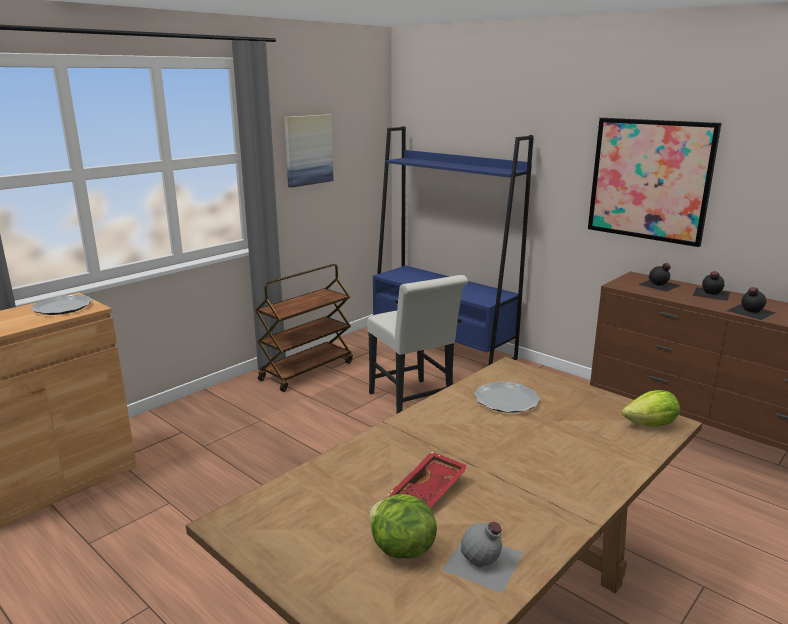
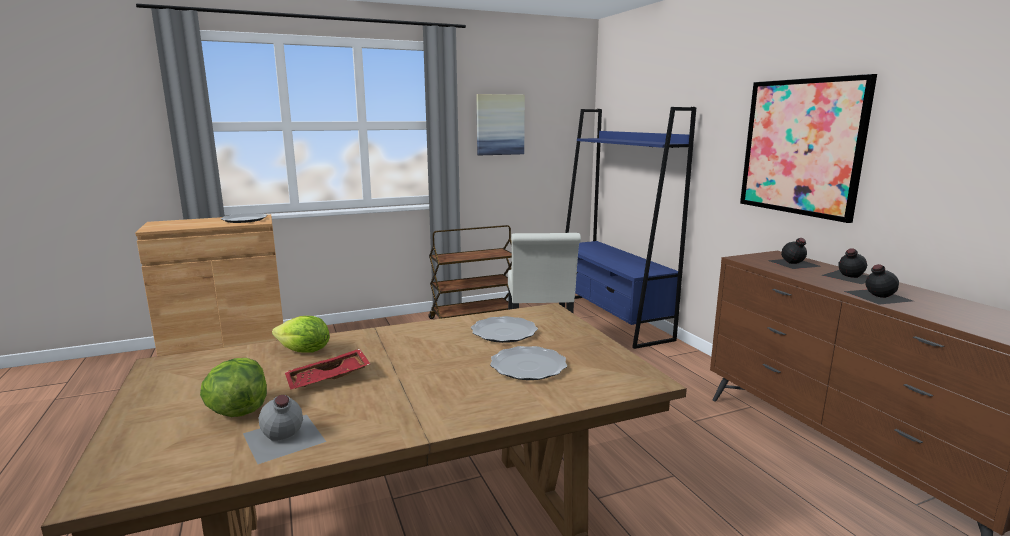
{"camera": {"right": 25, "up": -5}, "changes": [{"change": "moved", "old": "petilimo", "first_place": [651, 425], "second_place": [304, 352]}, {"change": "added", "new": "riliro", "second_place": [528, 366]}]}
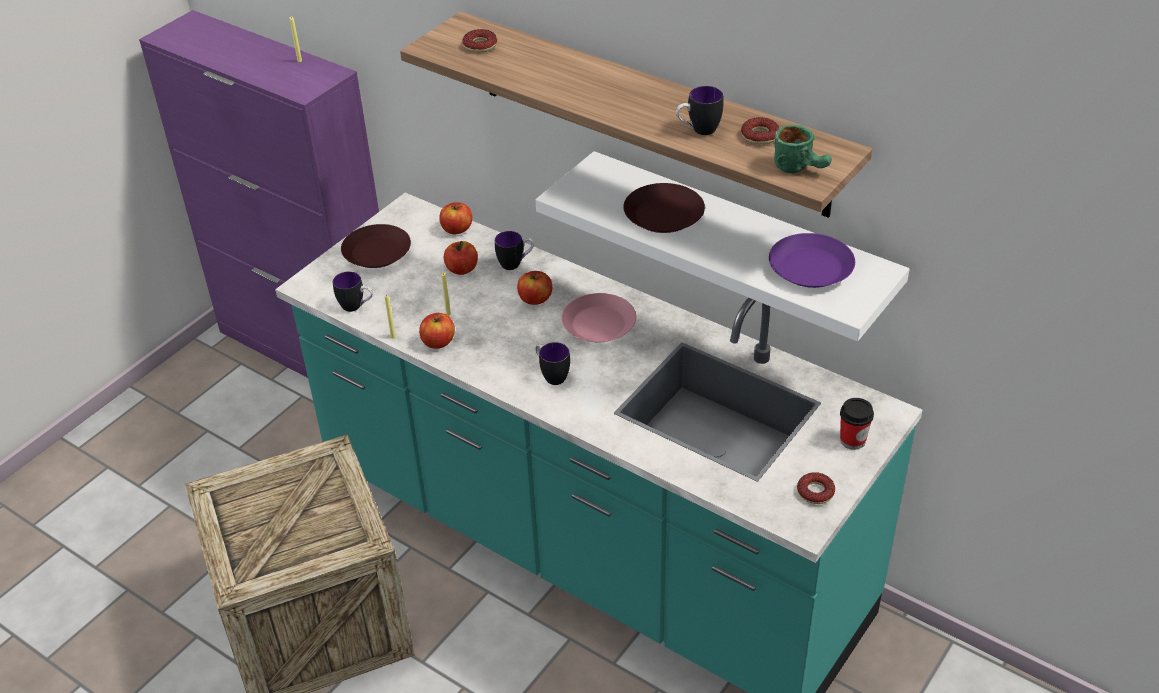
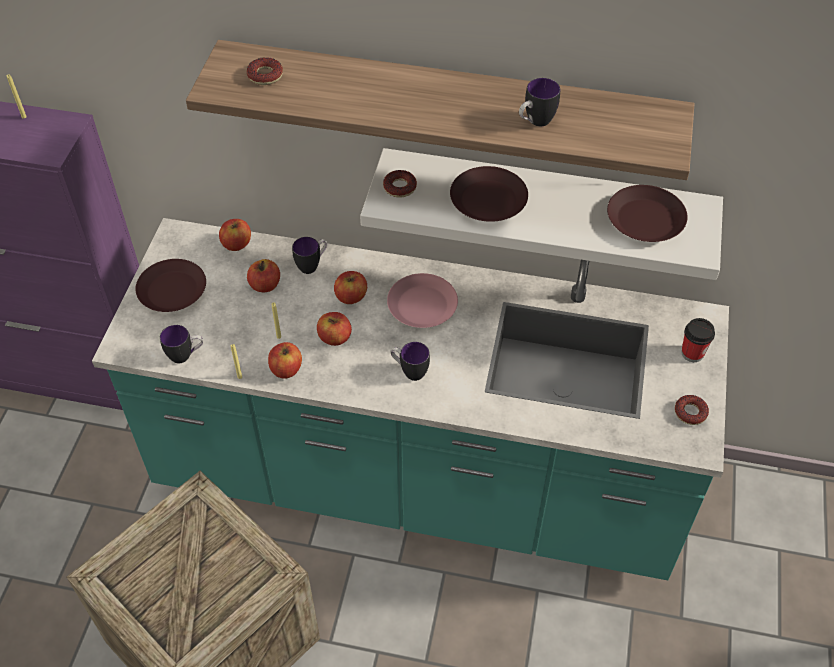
{"camera": {"right": -25, "up": 10}, "changes": [{"change": "moved", "old": "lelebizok", "first_place": [760, 136], "second_place": [399, 187]}, {"change": "removed", "old": "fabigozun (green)", "first_place": [802, 168]}, {"change": "recoloured", "old": "riliro (purple)", "new": "riliro (brown)", "first_place": [811, 267], "second_place": [645, 219]}, {"change": "added", "new": "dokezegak", "second_place": [335, 337]}]}
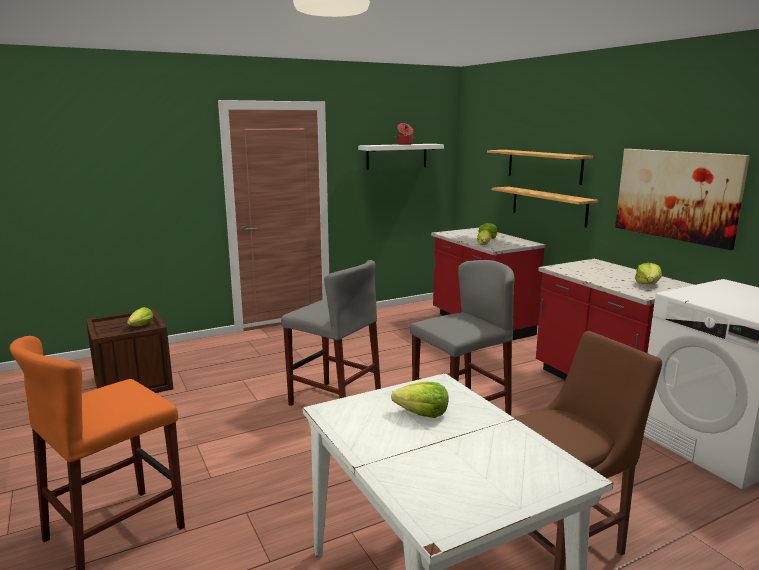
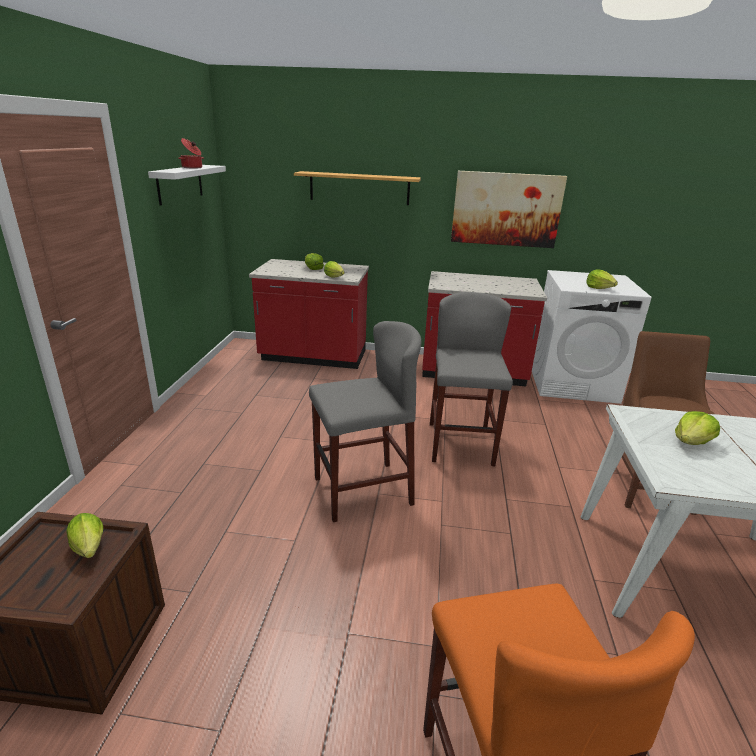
{"camera": {"right": -55, "up": 10}, "changes": [{"change": "removed", "old": "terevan", "first_place": [548, 206]}, {"change": "moved", "old": "petilimo", "first_place": [647, 284], "second_place": [599, 288]}]}
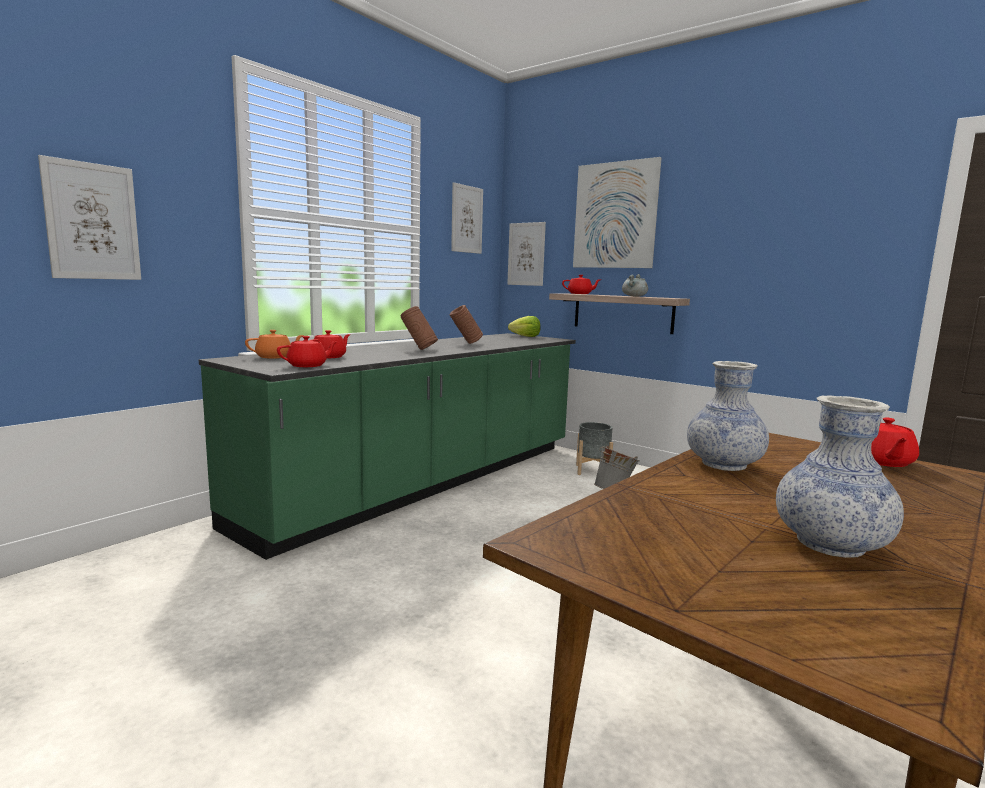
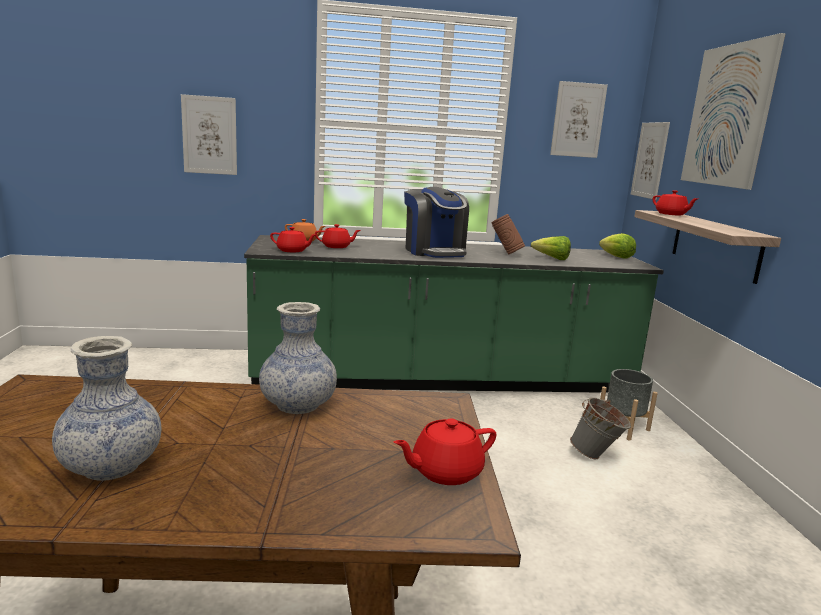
{"camera": {"right": 45, "up": 5}, "changes": [{"change": "removed", "old": "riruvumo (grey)", "first_place": [634, 296]}, {"change": "replaced", "old": "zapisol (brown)", "new": "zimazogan", "first_place": [419, 349], "second_place": [434, 252]}, {"change": "added", "new": "petilimo", "second_place": [552, 259]}]}
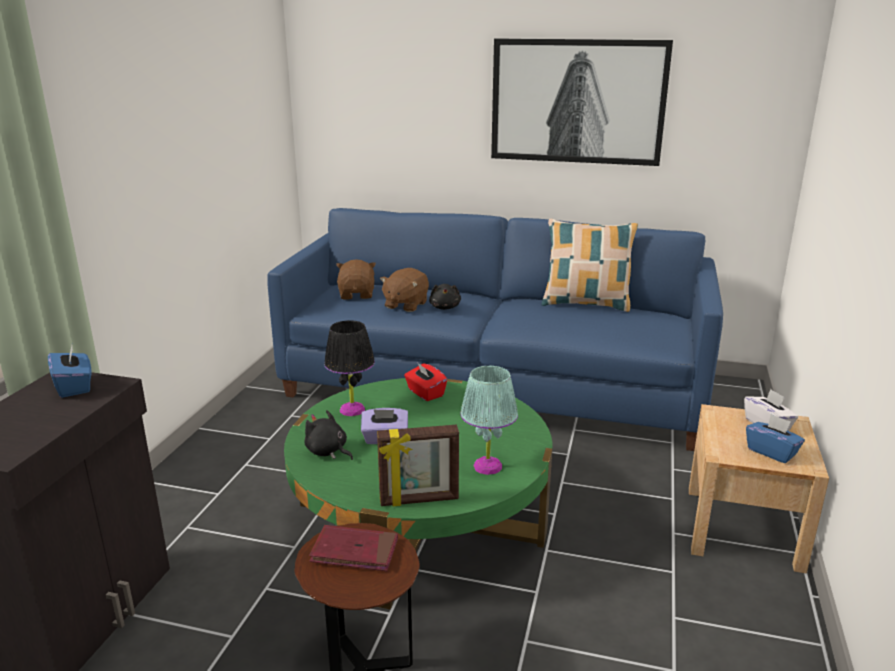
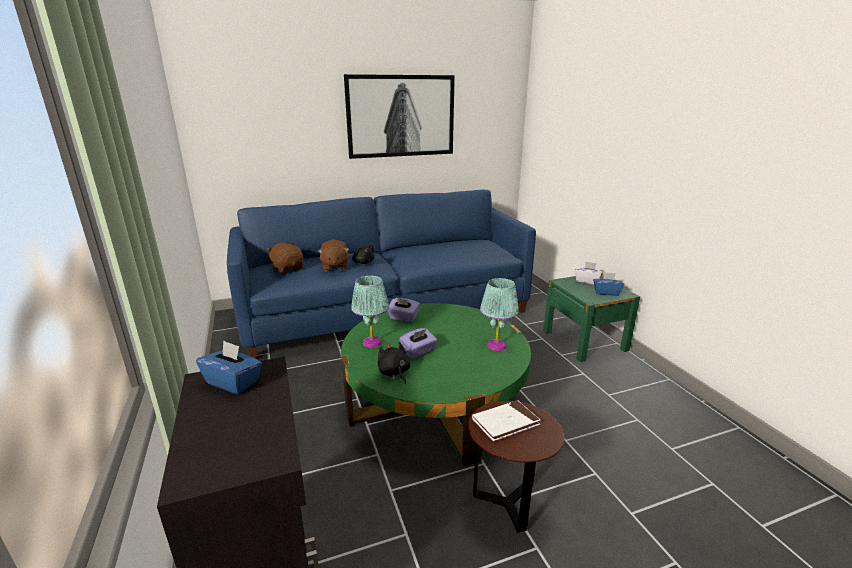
{"camera": {"right": -35, "up": 0}, "changes": [{"change": "removed", "old": "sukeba", "first_place": [586, 304]}, {"change": "recoloured", "old": "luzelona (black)", "new": "luzelona (turquoise)", "first_place": [351, 410], "second_place": [371, 342]}, {"change": "recoloured", "old": "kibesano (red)", "new": "kibesano (purple)", "first_place": [425, 393], "second_place": [403, 318]}, {"change": "recoloured", "old": "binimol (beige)", "new": "binimol (green)", "first_place": [742, 528], "second_place": [584, 340]}, {"change": "turned", "old": "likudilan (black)", "first_place": [328, 451], "second_place": [394, 373], "degrees": 60}, {"change": "removed", "old": "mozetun", "first_place": [419, 500]}, {"change": "recoloured", "old": "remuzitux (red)", "new": "remuzitux (white)", "first_place": [355, 551], "second_place": [505, 422]}]}
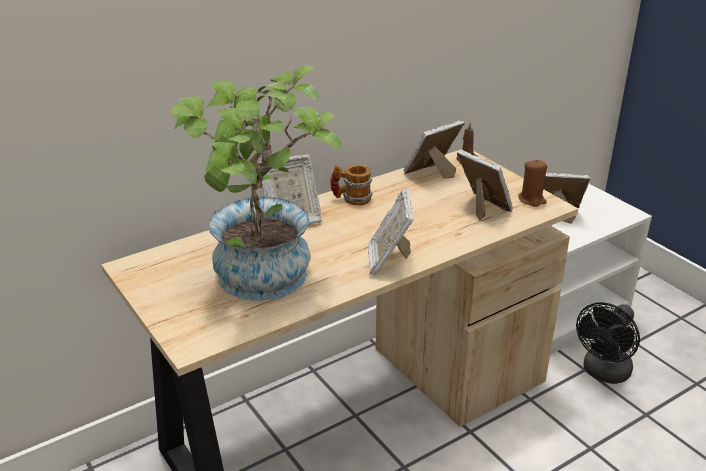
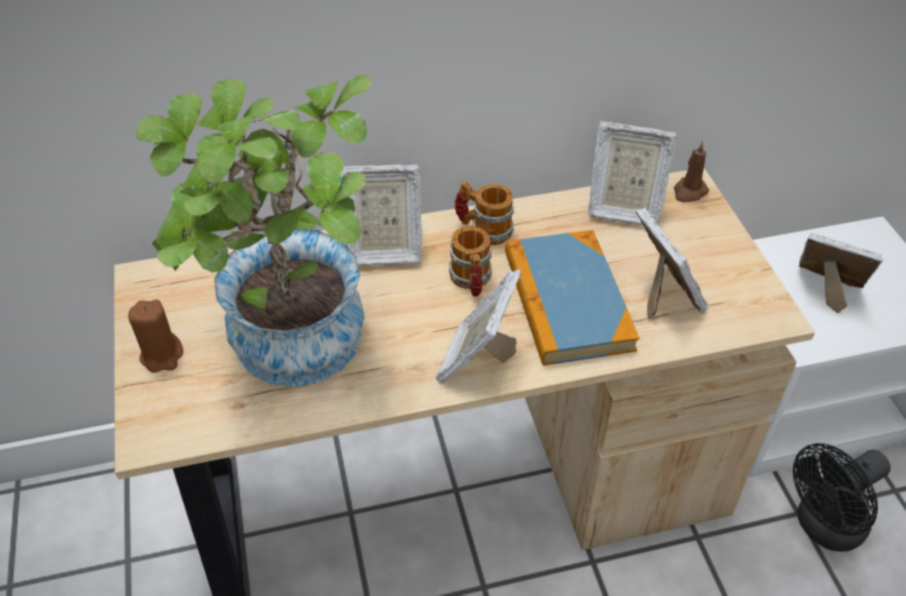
{"camera": {"right": 20, "up": 15}, "changes": [{"change": "turned", "old": "mozetun", "first_place": [431, 174], "second_place": [623, 208], "degrees": -150}, {"change": "moved", "old": "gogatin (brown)", "first_place": [532, 200], "second_place": [162, 356]}, {"change": "added", "new": "fabigozun", "second_place": [471, 282]}, {"change": "added", "new": "remuzitux", "second_place": [567, 301]}]}
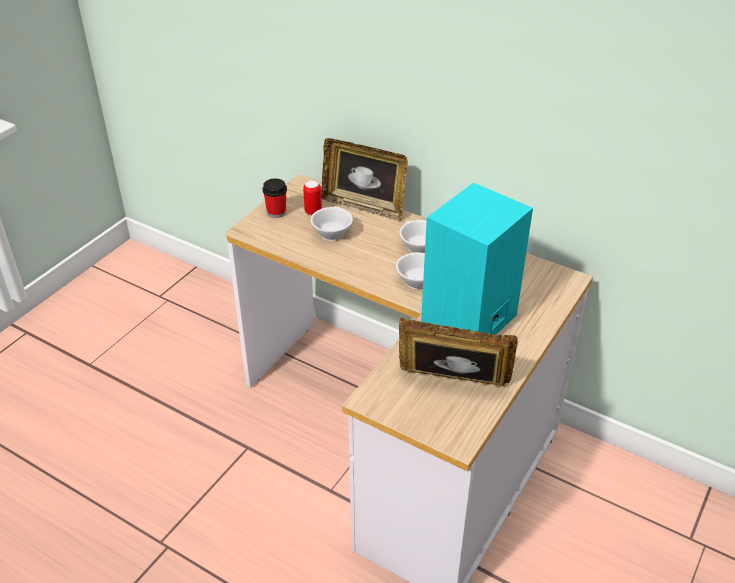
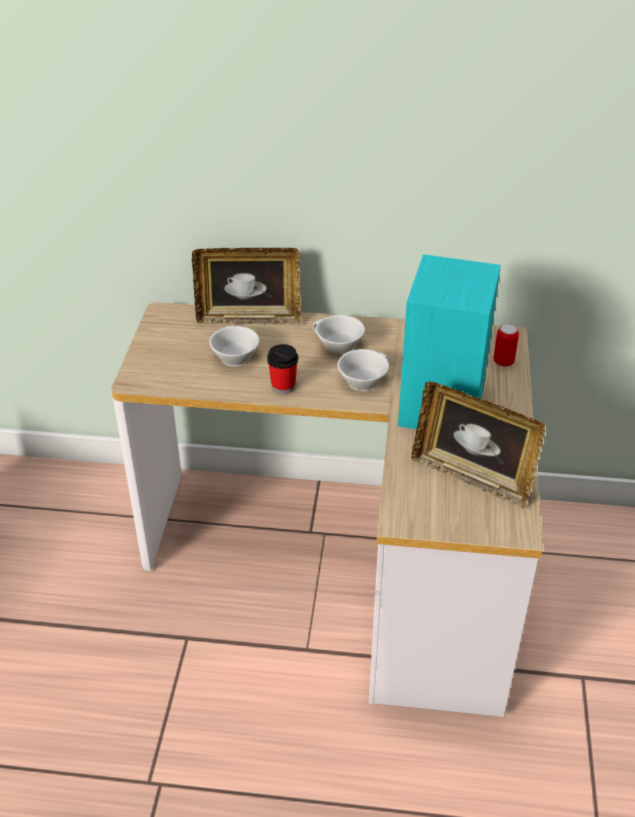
{"camera": {"right": -25, "up": 0}, "changes": [{"change": "moved", "old": "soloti", "first_place": [276, 212], "second_place": [283, 386]}, {"change": "moved", "old": "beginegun", "first_place": [313, 212], "second_place": [503, 362]}, {"change": "turned", "old": "mozetun", "first_place": [452, 384], "second_place": [472, 476], "degrees": -135}]}
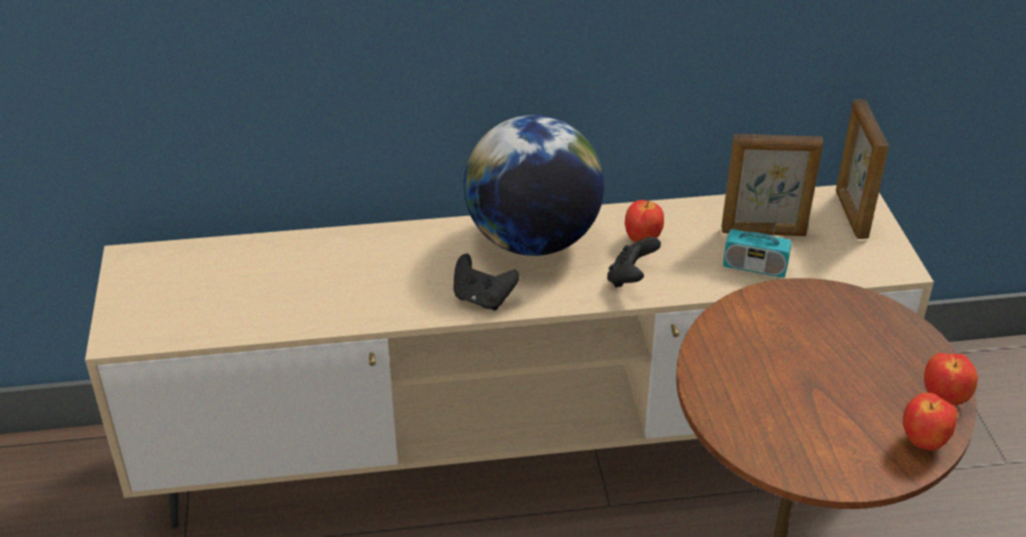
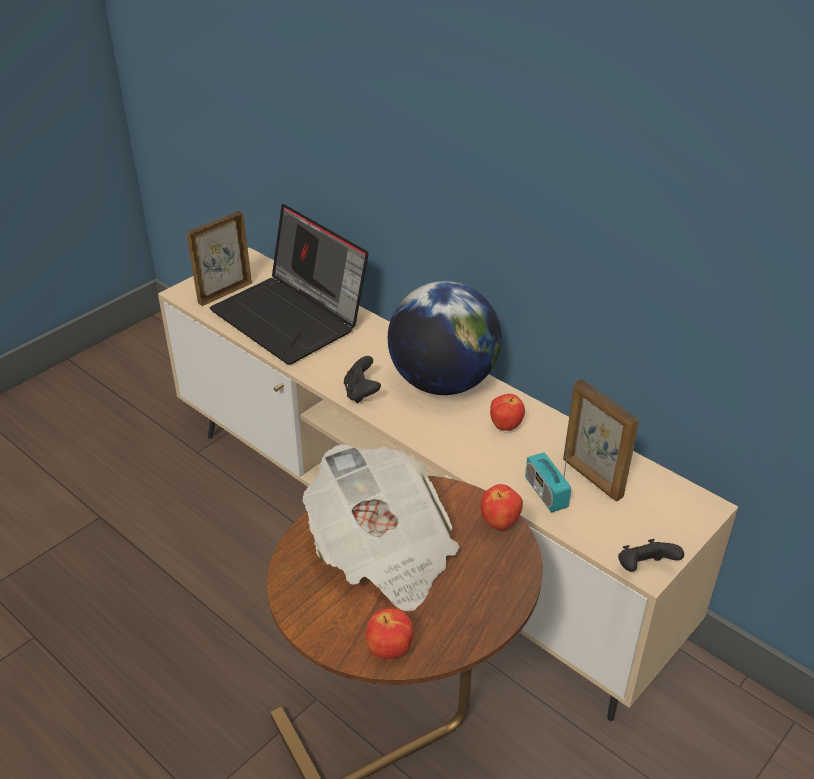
{"camera": {"right": 50, "up": 0}, "changes": [{"change": "moved", "old": "mozetun", "first_place": [851, 214], "second_place": [224, 293]}, {"change": "moved", "old": "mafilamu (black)", "first_place": [630, 278], "second_place": [644, 569]}, {"change": "moved", "old": "dokezegak", "first_place": [945, 399], "second_place": [500, 523]}, {"change": "added", "new": "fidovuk", "second_place": [292, 318]}, {"change": "added", "new": "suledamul", "second_place": [383, 553]}]}
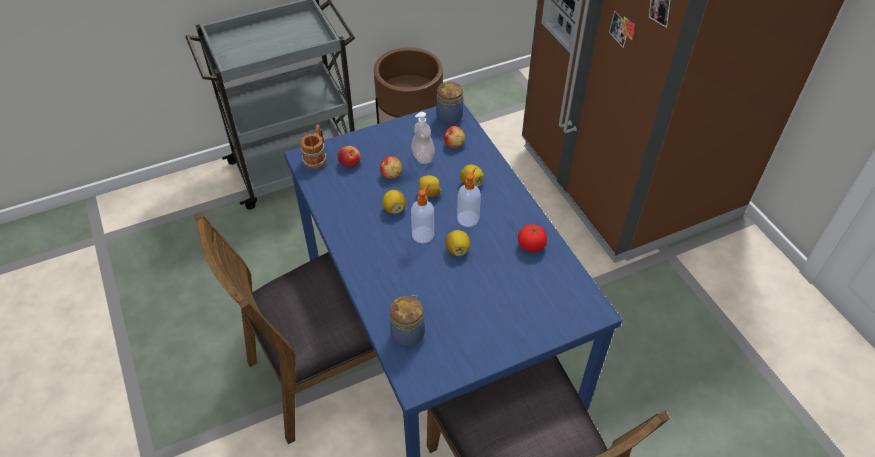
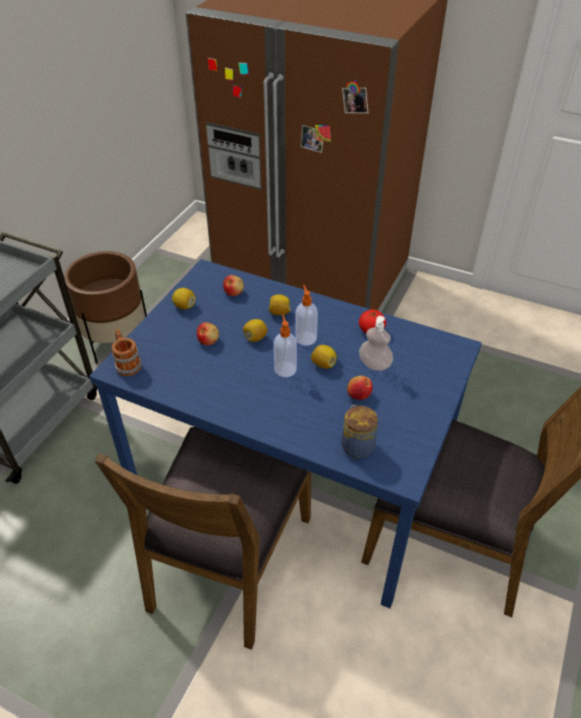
{"camera": {"right": -40, "up": -5}, "changes": [{"change": "removed", "old": "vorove", "first_place": [450, 116]}, {"change": "moved", "old": "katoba", "first_place": [423, 157], "second_place": [374, 364]}, {"change": "moved", "old": "dokezegak", "first_place": [349, 162], "second_place": [358, 394]}, {"change": "moved", "old": "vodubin", "first_place": [394, 209], "second_place": [184, 306]}]}
